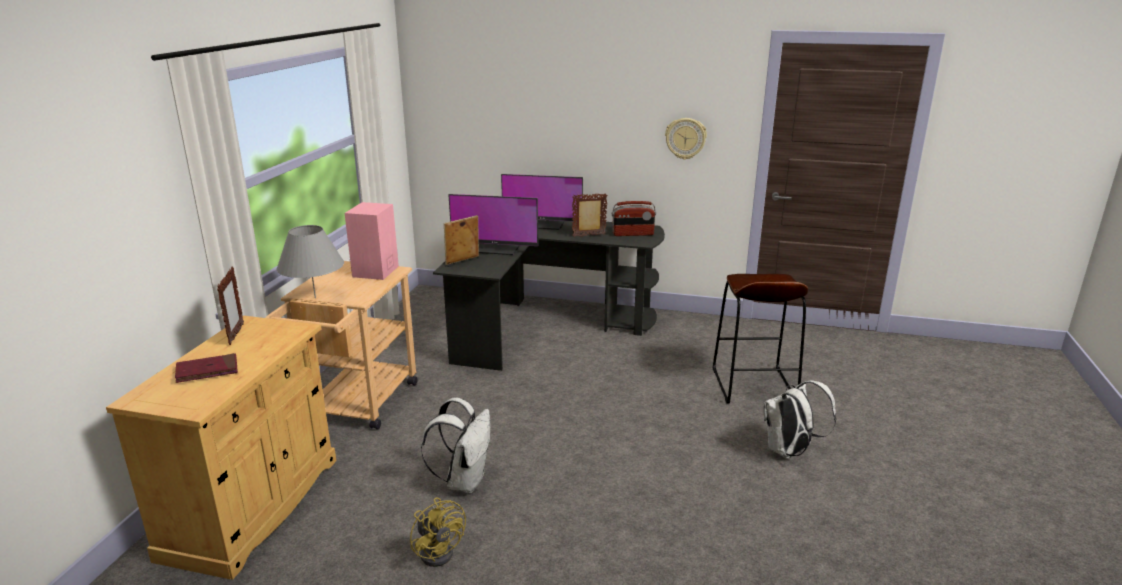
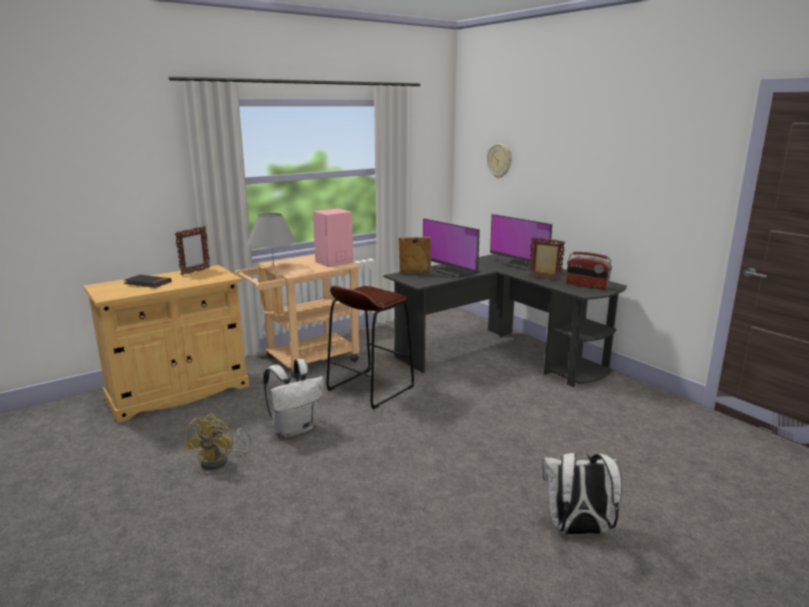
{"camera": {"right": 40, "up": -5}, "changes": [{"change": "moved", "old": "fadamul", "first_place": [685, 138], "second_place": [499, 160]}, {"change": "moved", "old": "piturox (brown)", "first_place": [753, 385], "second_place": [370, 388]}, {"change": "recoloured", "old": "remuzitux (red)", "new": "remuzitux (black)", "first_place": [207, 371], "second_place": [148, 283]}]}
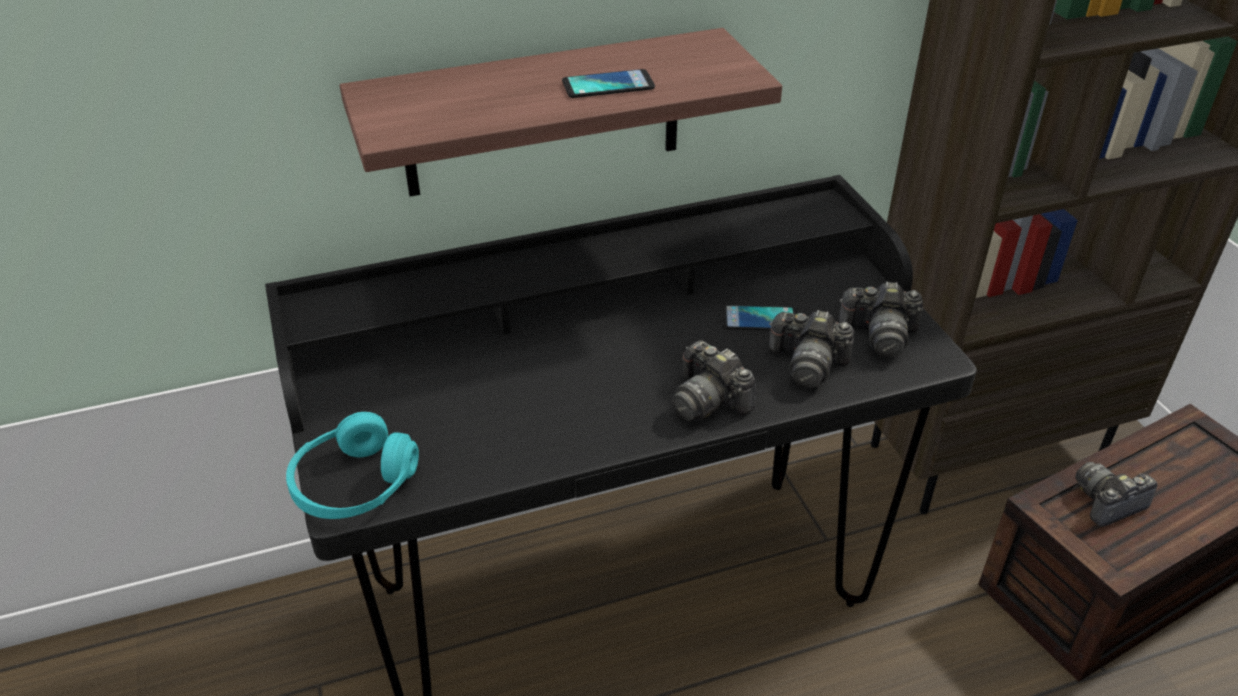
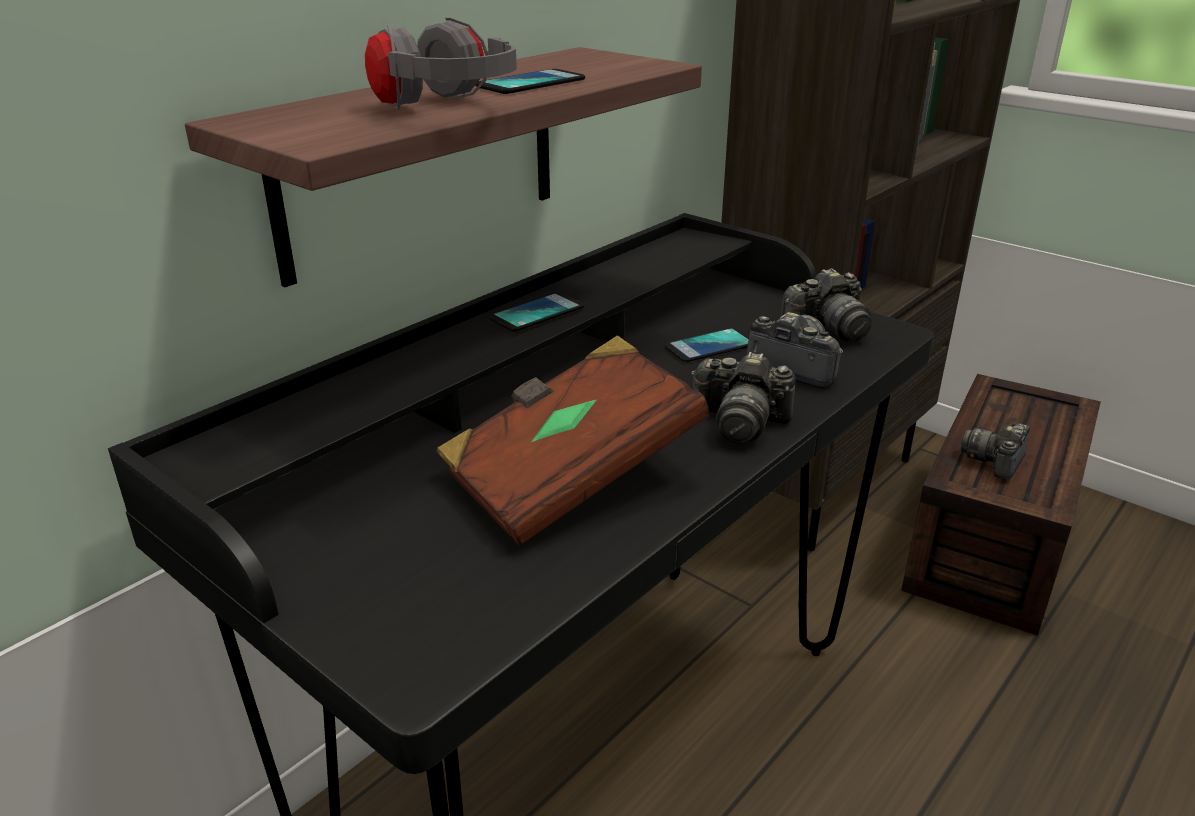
{"camera": {"right": -30, "up": -10}, "changes": [{"change": "turned", "old": "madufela", "first_place": [807, 364], "second_place": [794, 367], "degrees": -135}, {"change": "removed", "old": "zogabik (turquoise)", "first_place": [354, 485]}, {"change": "added", "new": "zogabik (grey)", "second_place": [446, 109]}, {"change": "added", "new": "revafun", "second_place": [537, 313]}, {"change": "added", "new": "remuzitux (brown)", "second_place": [570, 475]}]}
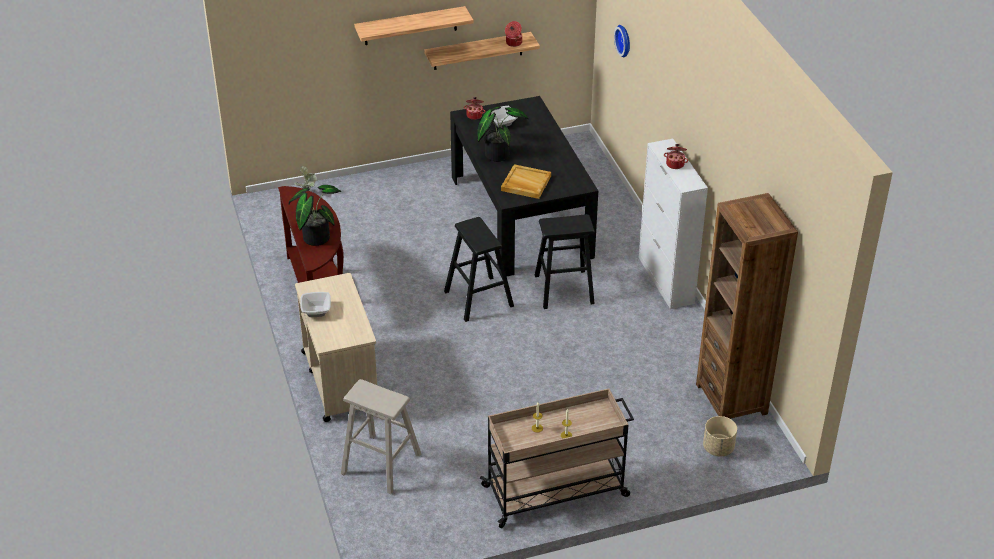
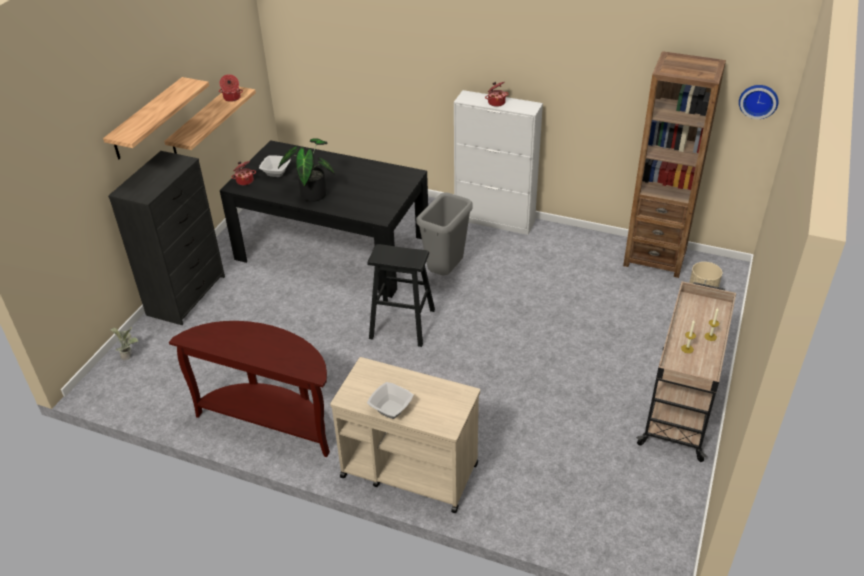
{"camera": {"right": -50, "up": 0}, "changes": [{"change": "moved", "old": "fadamul", "first_place": [624, 40], "second_place": [758, 100]}, {"change": "removed", "old": "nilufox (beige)", "first_place": [525, 183]}, {"change": "removed", "old": "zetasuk", "first_place": [315, 236]}, {"change": "replaced", "old": "piturox (black)", "new": "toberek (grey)", "first_place": [564, 289], "second_place": [446, 273]}, {"change": "removed", "old": "piturox (beige)", "first_place": [381, 464]}, {"change": "added", "new": "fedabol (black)", "second_place": [187, 295]}]}
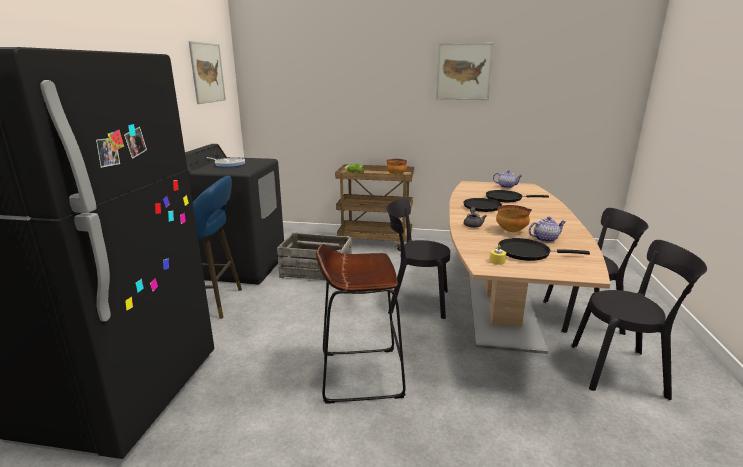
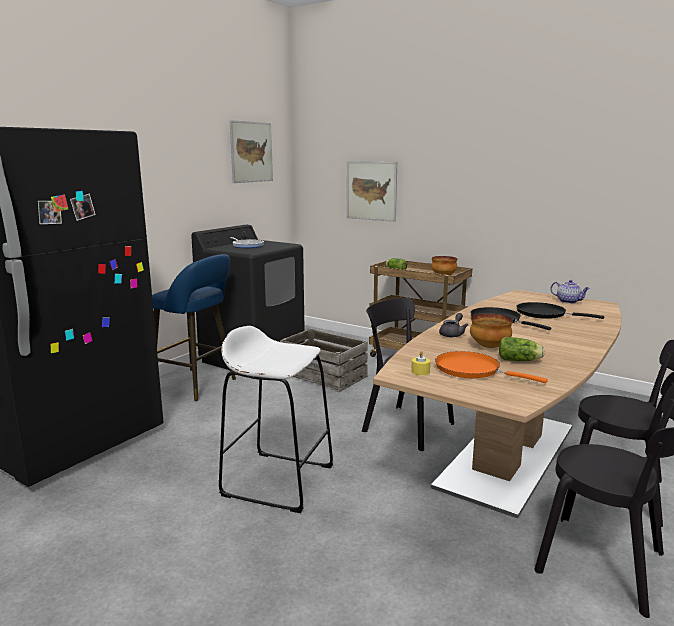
{"camera": {"right": 25, "up": -5}, "changes": [{"change": "moved", "old": "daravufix", "first_place": [463, 72], "second_place": [371, 191]}, {"change": "replaced", "old": "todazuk", "new": "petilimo", "first_place": [545, 239], "second_place": [520, 361]}, {"change": "recoloured", "old": "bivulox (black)", "new": "bivulox (orange)", "first_place": [527, 253], "second_place": [472, 370]}, {"change": "recoloured", "old": "piturox (brown)", "new": "piturox (white)", "first_place": [360, 374], "second_place": [278, 480]}]}
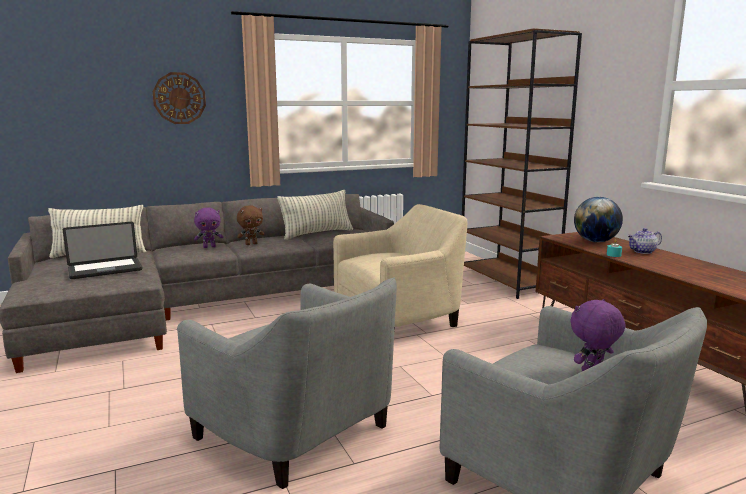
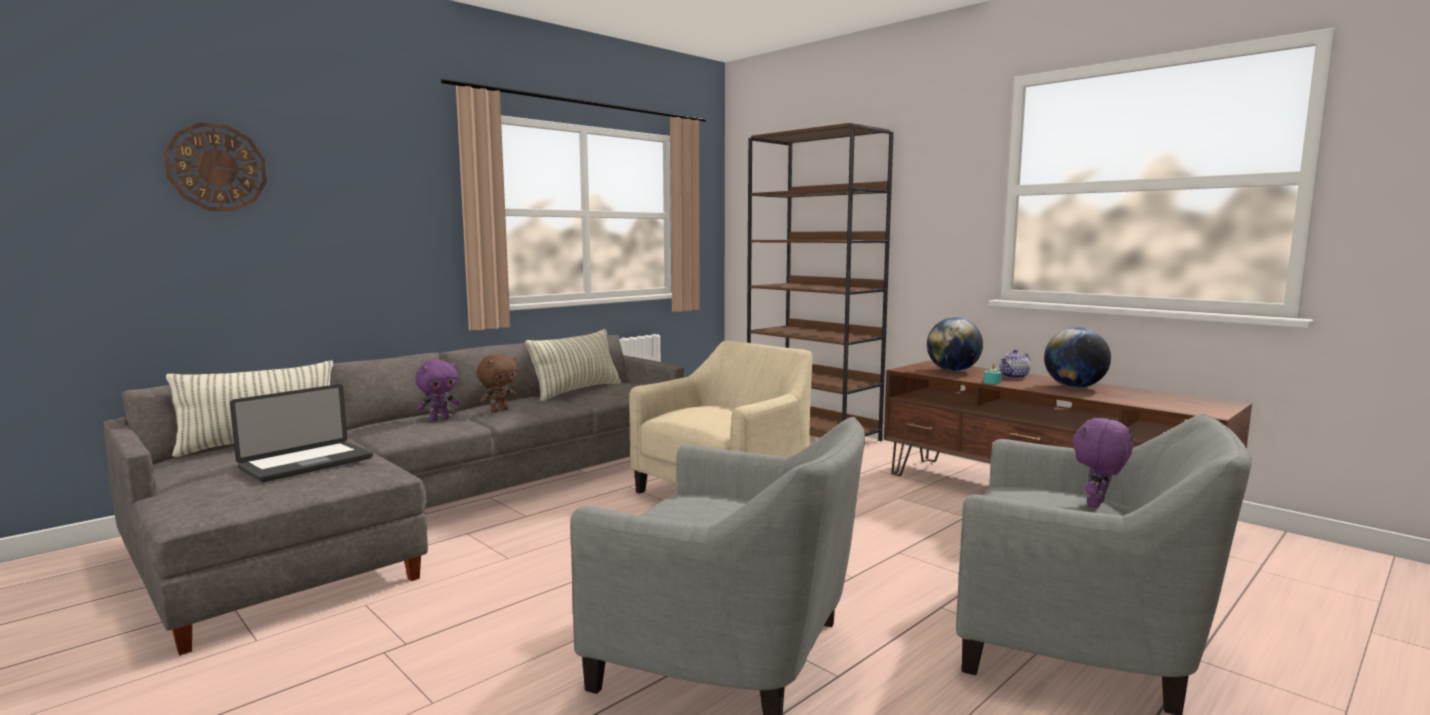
{"camera": {"right": -20, "up": -5}, "changes": [{"change": "moved", "old": "fadamul", "first_place": [179, 98], "second_place": [217, 167]}, {"change": "added", "new": "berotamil", "second_place": [1074, 387]}]}
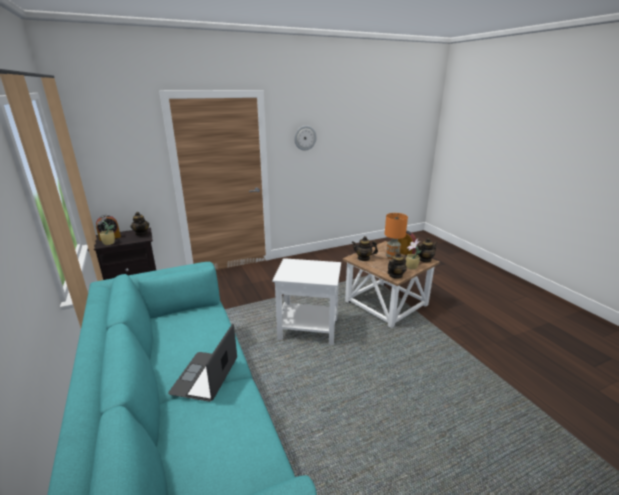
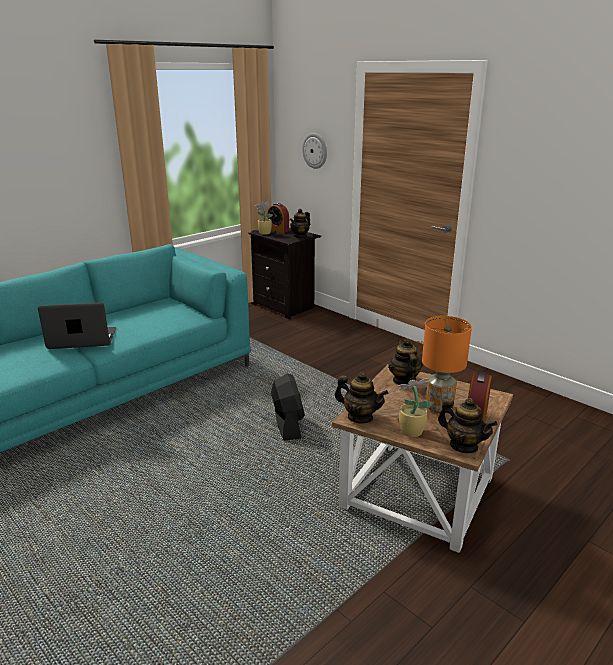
{"camera": {"right": 70, "up": 0}, "changes": [{"change": "moved", "old": "fadamul", "first_place": [305, 138], "second_place": [315, 150]}, {"change": "replaced", "old": "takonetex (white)", "new": "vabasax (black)", "first_place": [307, 329], "second_place": [287, 425]}]}
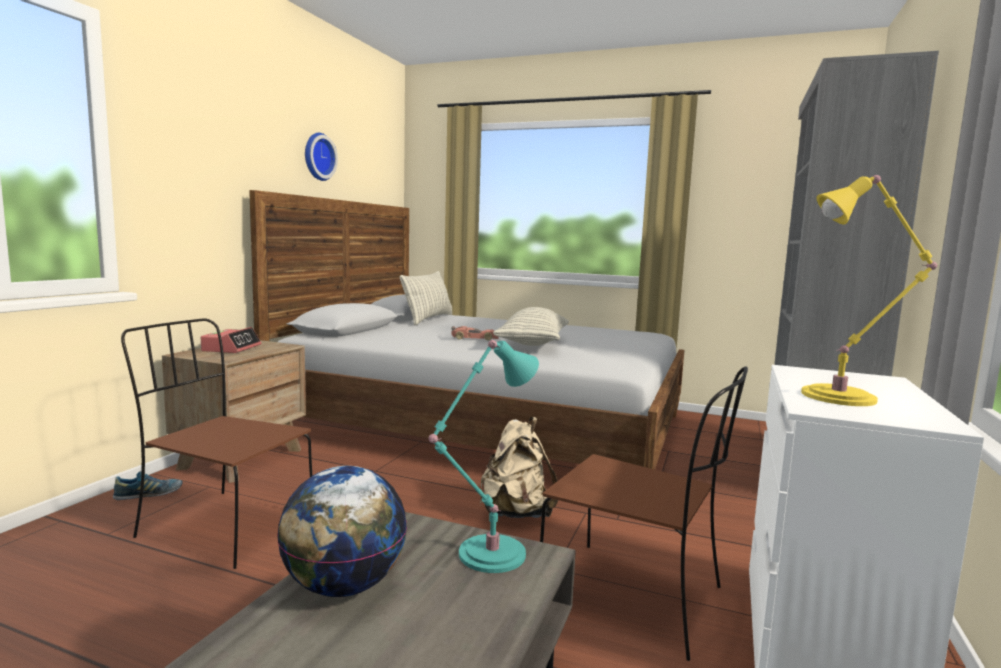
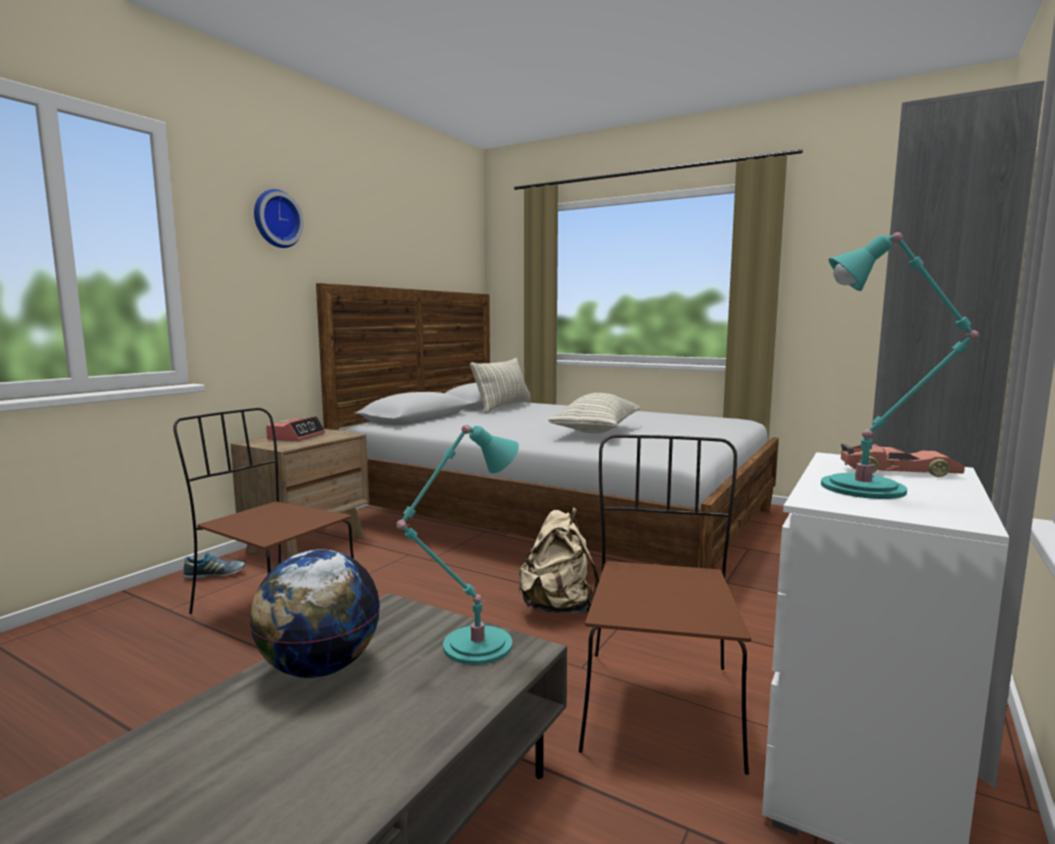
{"camera": {"right": 10, "up": 0}, "changes": [{"change": "moved", "old": "fadamul", "first_place": [317, 157], "second_place": [275, 219]}, {"change": "recoloured", "old": "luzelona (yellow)", "new": "luzelona (turquoise)", "first_place": [844, 397], "second_place": [870, 488]}, {"change": "moved", "old": "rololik", "first_place": [474, 338], "second_place": [898, 472]}, {"change": "turned", "old": "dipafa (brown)", "first_place": [635, 598], "second_place": [659, 703], "degrees": -120}]}
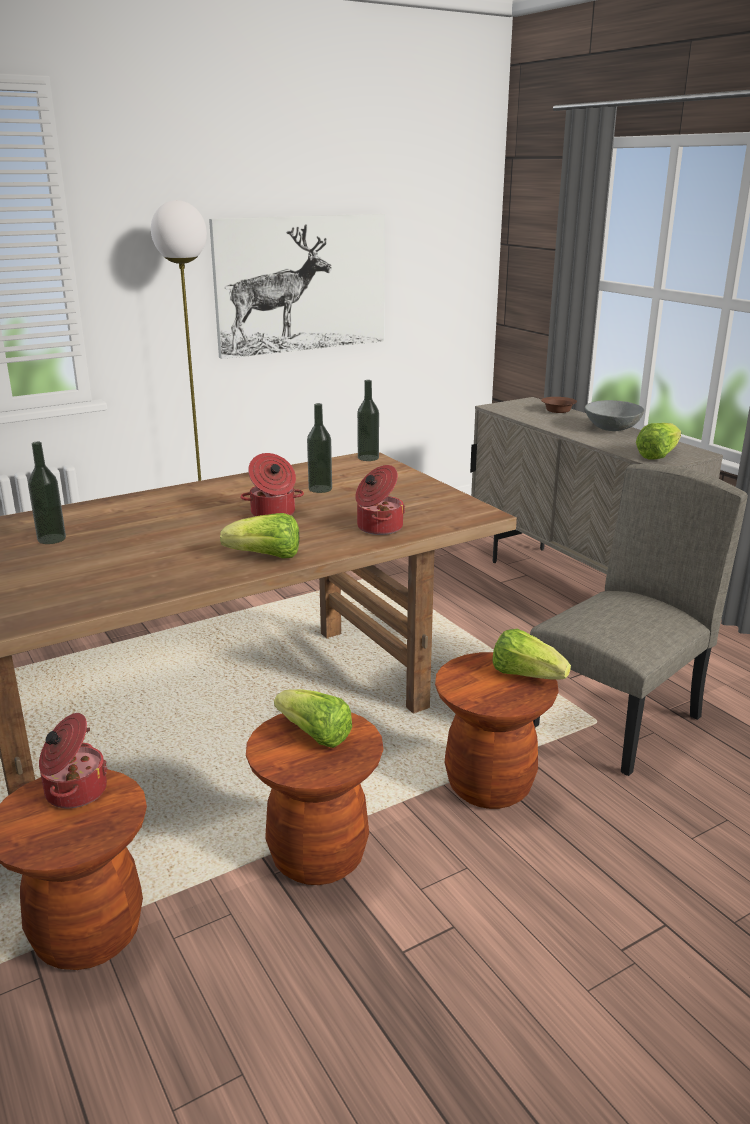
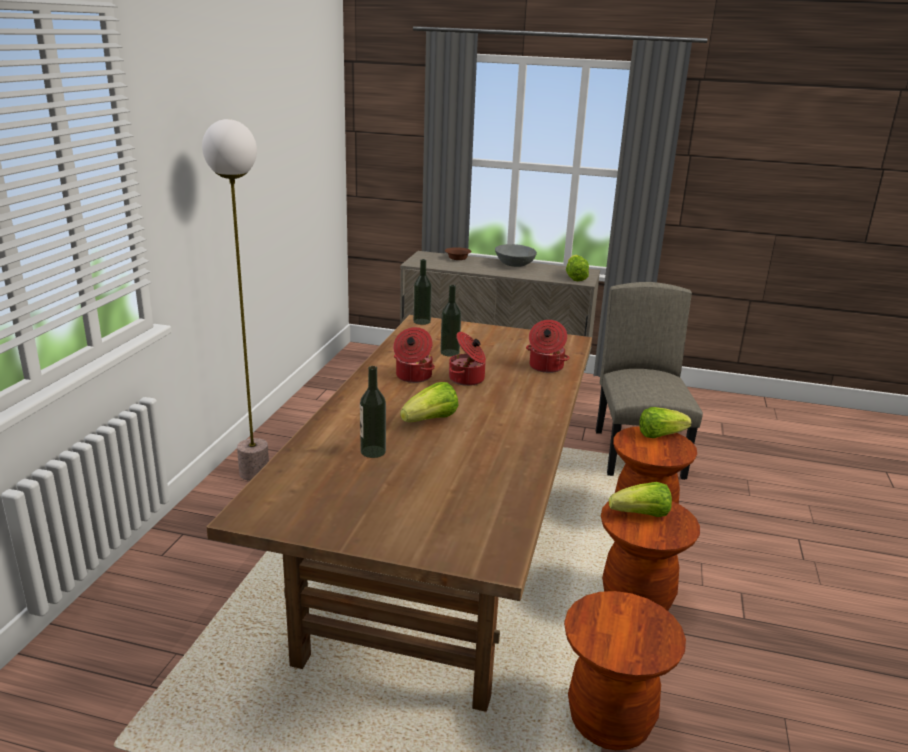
{"camera": {"right": -45, "up": 0}, "changes": [{"change": "removed", "old": "daravufix", "first_place": [301, 284]}, {"change": "moved", "old": "petilimo", "first_place": [266, 557], "second_place": [431, 420]}, {"change": "moved", "old": "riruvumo", "first_place": [74, 791], "second_place": [413, 376]}]}
